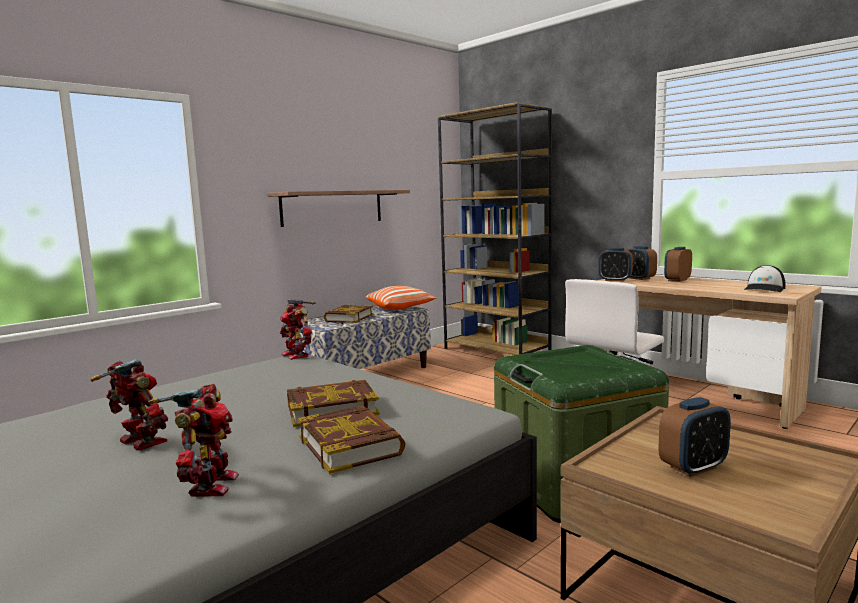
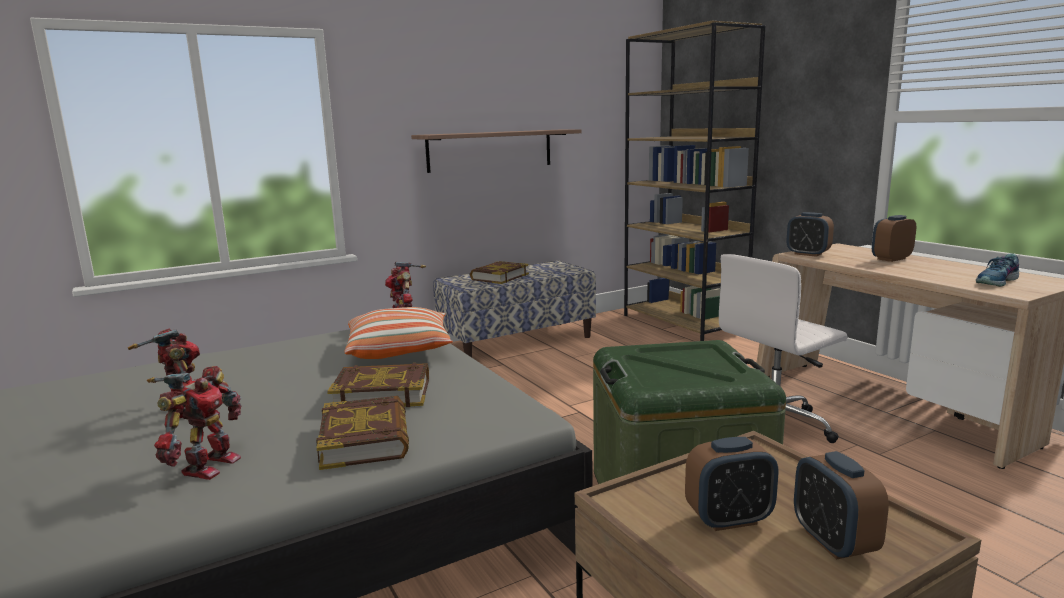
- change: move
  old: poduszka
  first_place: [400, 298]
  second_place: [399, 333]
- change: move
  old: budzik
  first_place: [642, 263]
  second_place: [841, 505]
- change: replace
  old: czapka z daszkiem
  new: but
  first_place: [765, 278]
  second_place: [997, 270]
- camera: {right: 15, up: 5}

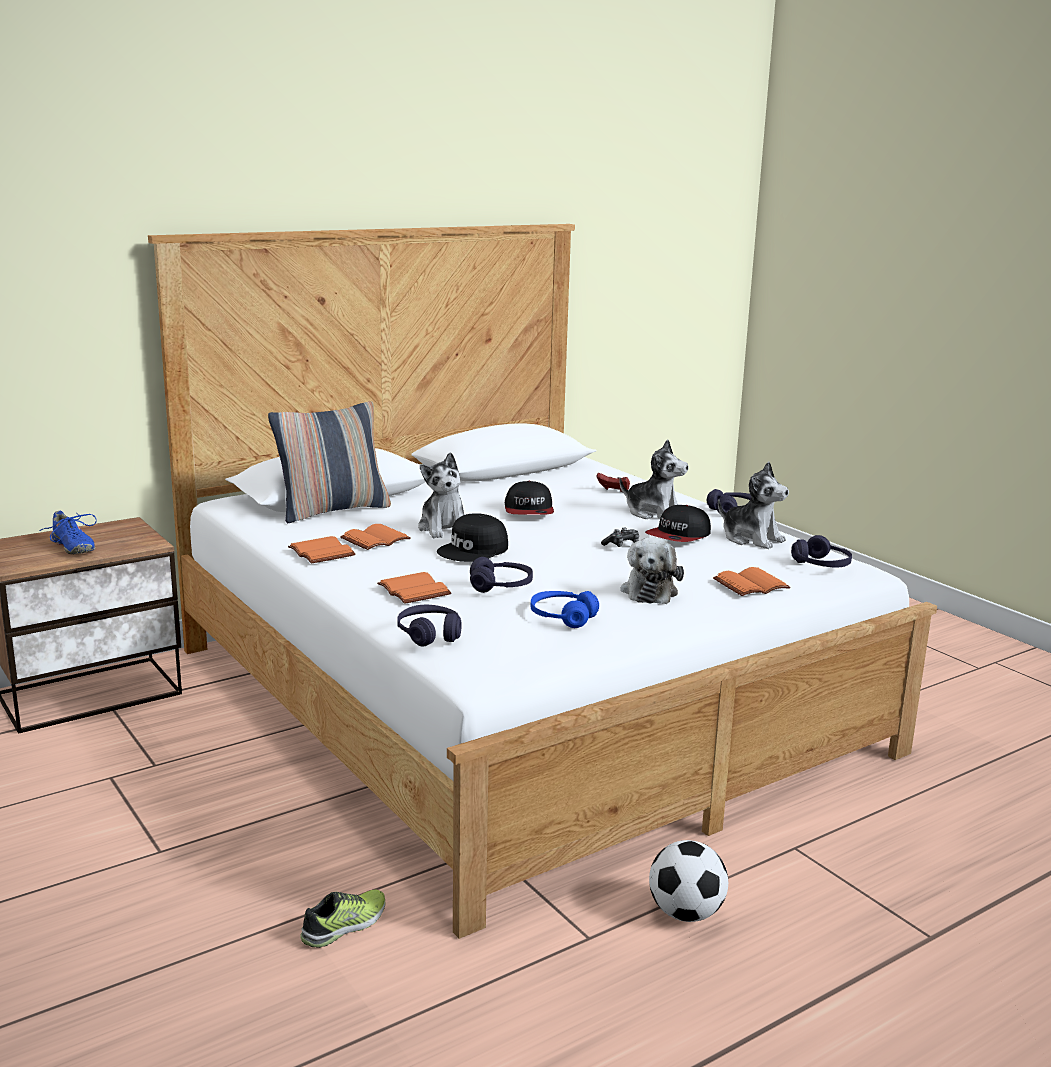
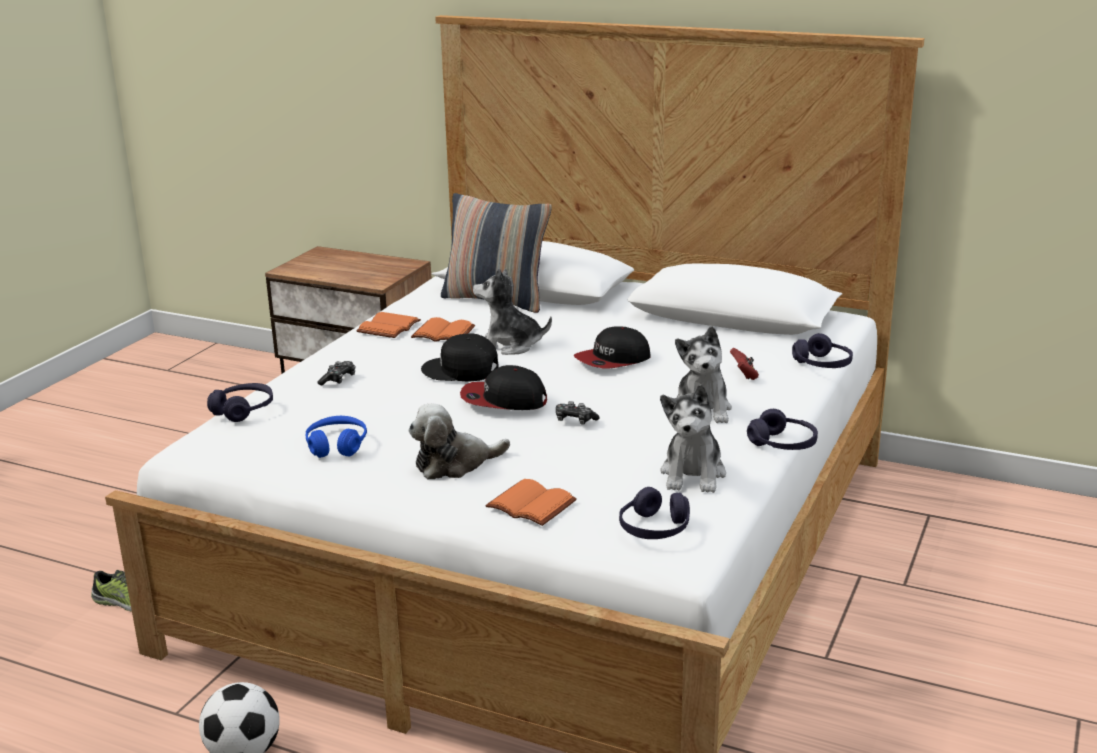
- change: delete
  old: but [niebieski]
  first_place: [68, 532]
- change: move
  old: słuchawki [fioletowy]
  first_place: [501, 575]
  second_place: [822, 350]
- change: move
  old: czapka z daszkiem
  first_place: [678, 523]
  second_place: [503, 387]
- change: replace
  old: książka [pomarańczowy]
  new: pad do gier
  first_place: [414, 588]
  second_place: [337, 373]
- change: rotate
  old: pluszak
  first_place: [441, 495]
  second_place: [512, 311]
  degrees: 60
- camera: {right: 60, up: 5}

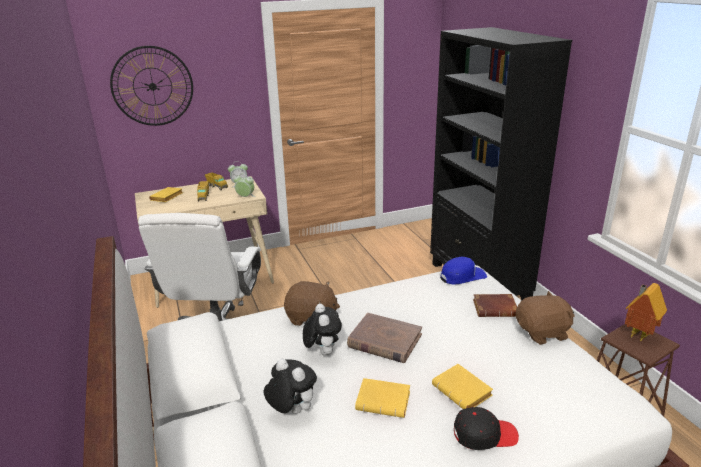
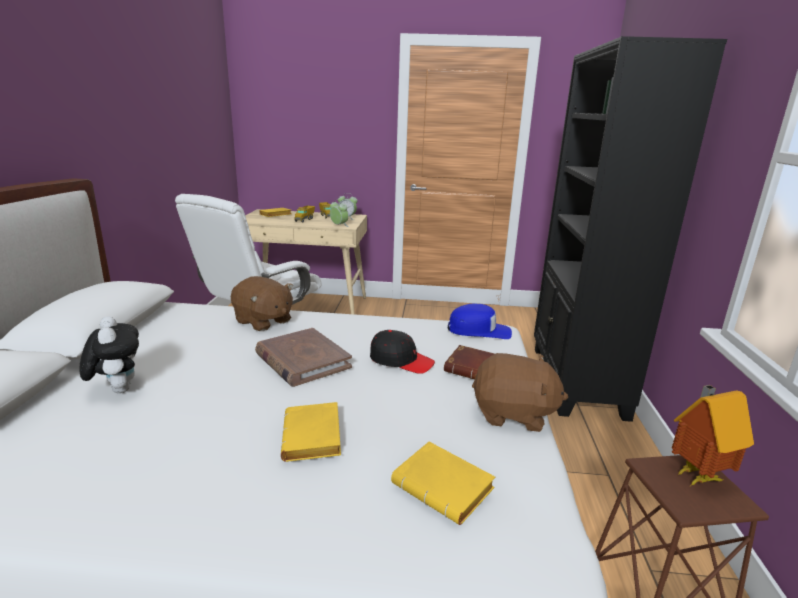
- change: delete
  old: zegar ścienny
  first_place: [151, 86]
- change: delete
  old: pluszak
  first_place: [322, 330]
- change: move
  old: książka [żółty]
  first_place: [382, 398]
  second_place: [443, 483]
- change: move
  old: czapka z daszkiem [czarny]
  first_place: [486, 428]
  second_place: [402, 352]
- camera: {right: 25, up: -5}

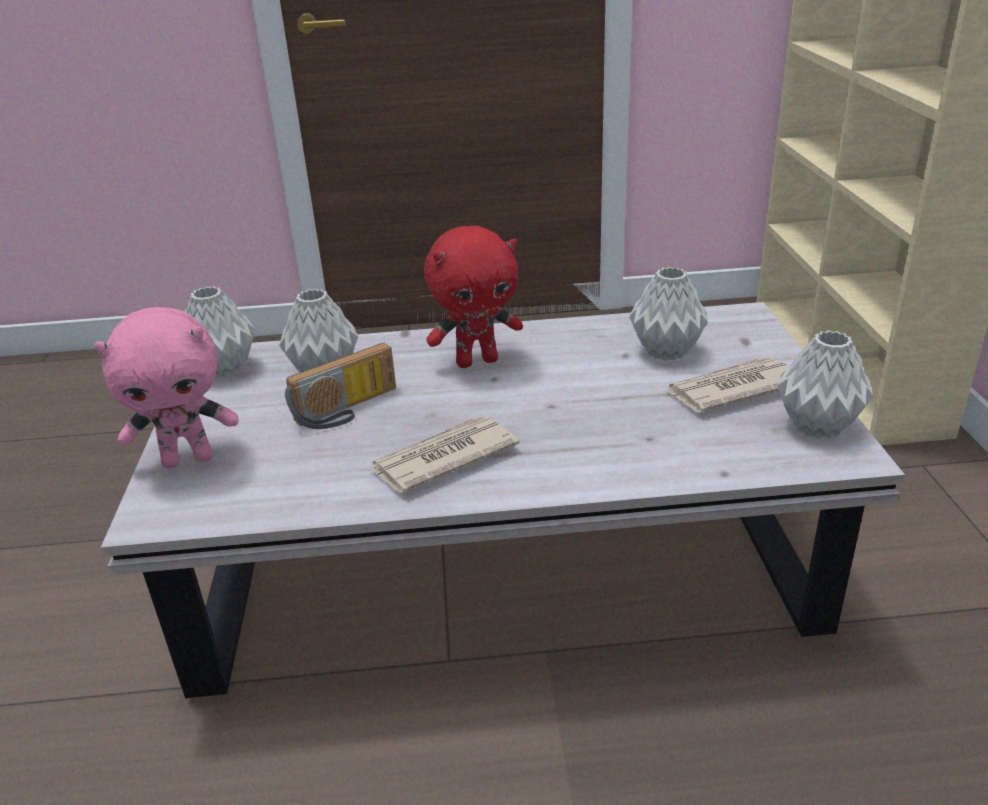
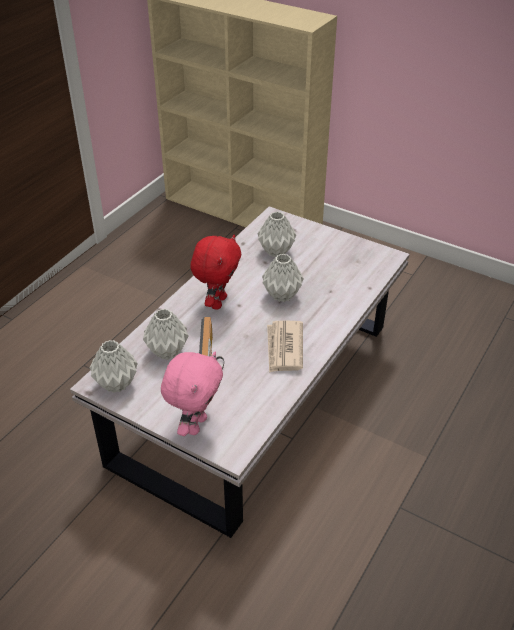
- change: delete
  old: gazeta
  first_place: [727, 384]
- change: move
  old: wazon [szary]
  first_place: [825, 384]
  second_place: [283, 278]
- camera: {right: -55, up: 10}

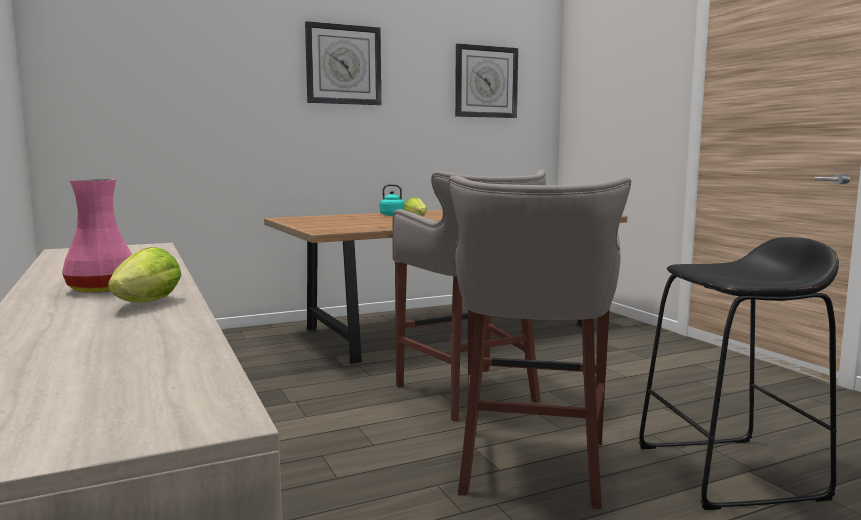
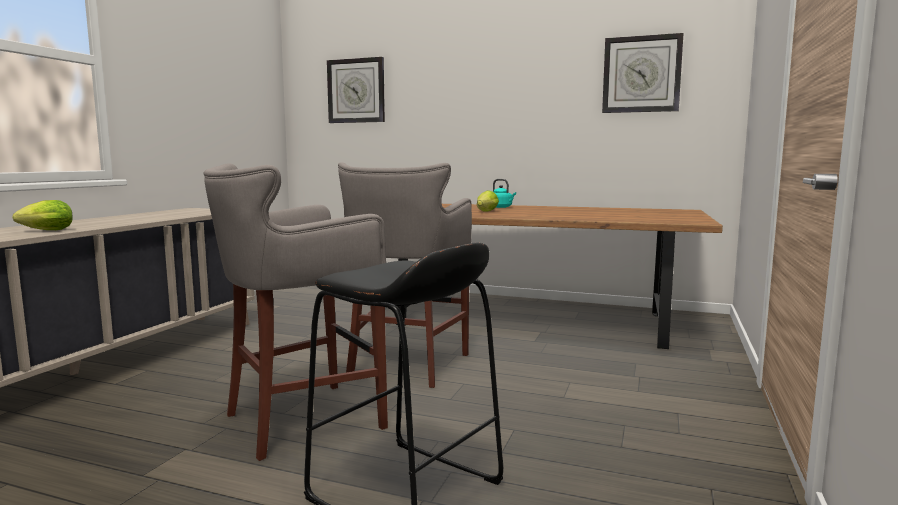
- change: delete
  old: wazon [różowy]
  first_place: [97, 236]
- change: move
  old: zegar ścienny
  first_place: [343, 63]
  second_place: [356, 90]
- camera: {right: 45, up: 0}

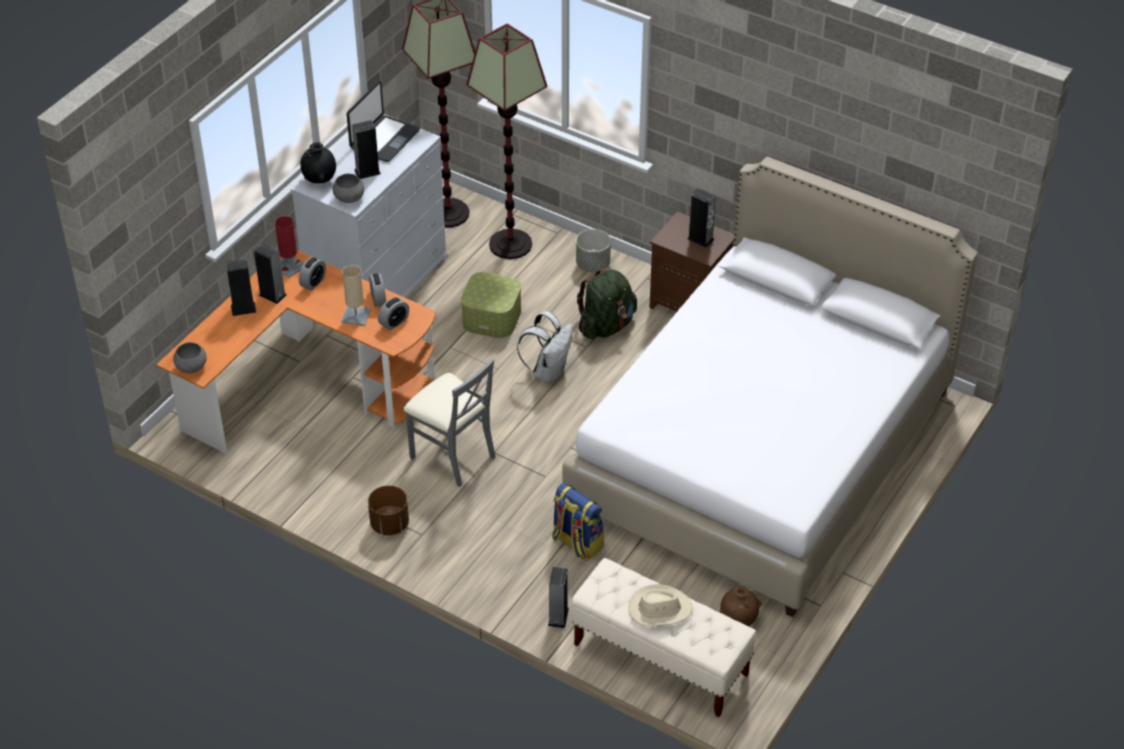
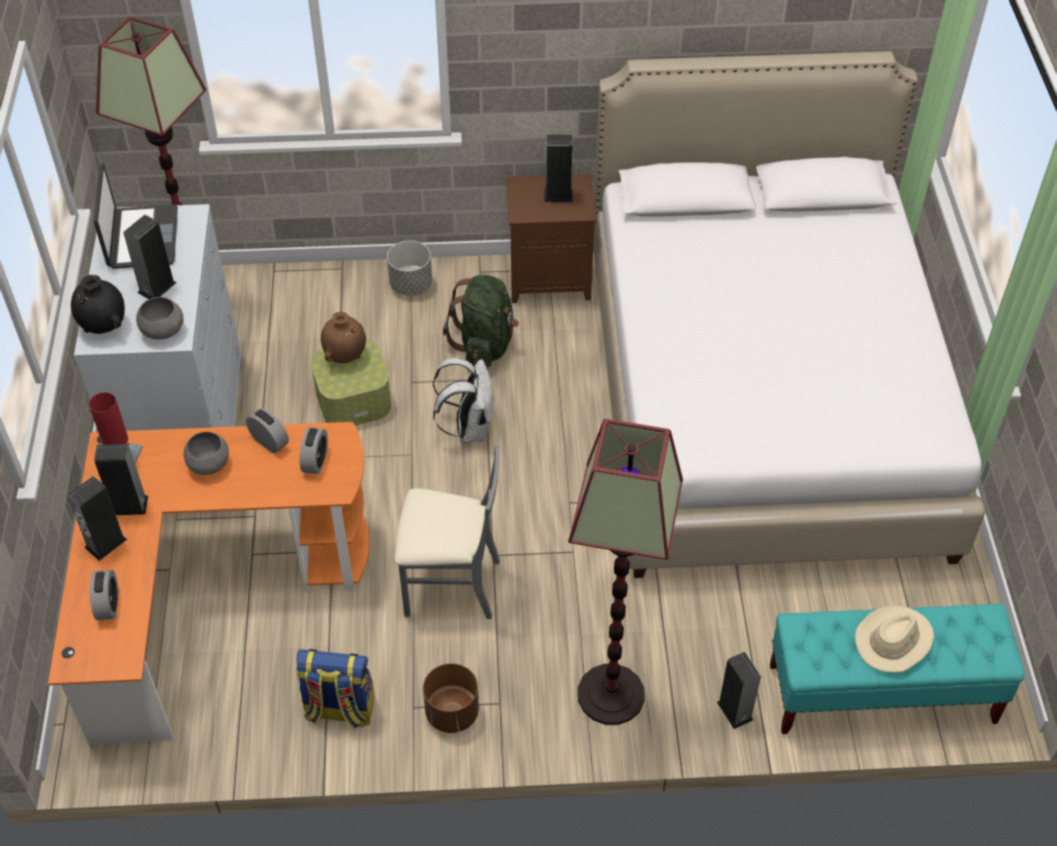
- change: delete
  old: lampa stołowa [beżowy]
  first_place: [356, 295]
- change: move
  old: miska [szary]
  first_place: [190, 357]
  second_place: [206, 453]
- change: move
  old: budzik
  first_place: [312, 274]
  second_place: [104, 595]
- change: move
  old: lampa stojąca
  first_place: [506, 141]
  second_place: [625, 572]
- change: move
  old: plecak
  first_place: [578, 522]
  second_place: [335, 689]
- change: move
  old: wazon [brązowy]
  first_place: [741, 605]
  second_place: [343, 337]
- change: recolor
  old: ławka [beżowy]
  new: ławka [turkusowy]
  first_place: [664, 637]
  second_place: [897, 669]
- camera: {right: -35, up: 5}

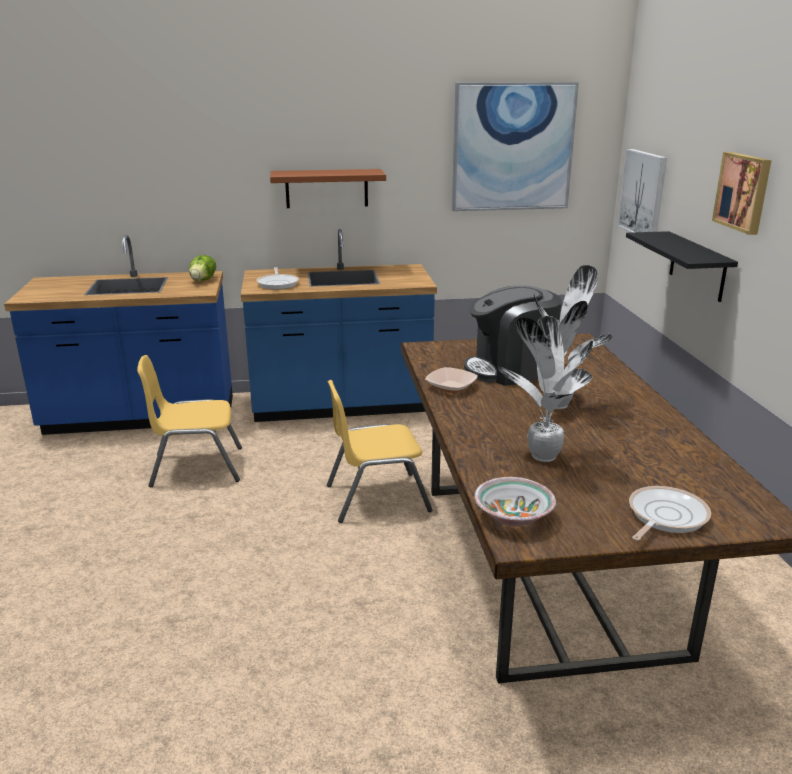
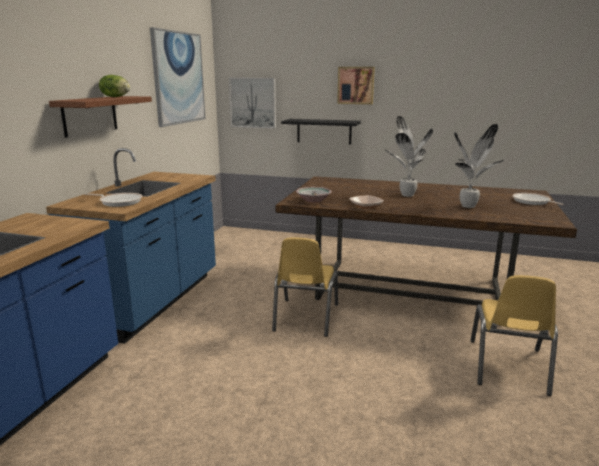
- change: delete
  old: ekspres do kawy
  first_place: [513, 335]
- change: move
  old: krzesło [żółty]
  first_place: [189, 421]
  second_place: [514, 335]
- change: move
  old: sałata
  first_place: [202, 268]
  second_place: [114, 86]
- change: move
  old: miska
  first_place: [515, 501]
  second_place: [314, 195]
- camera: {right: -65, up: -5}

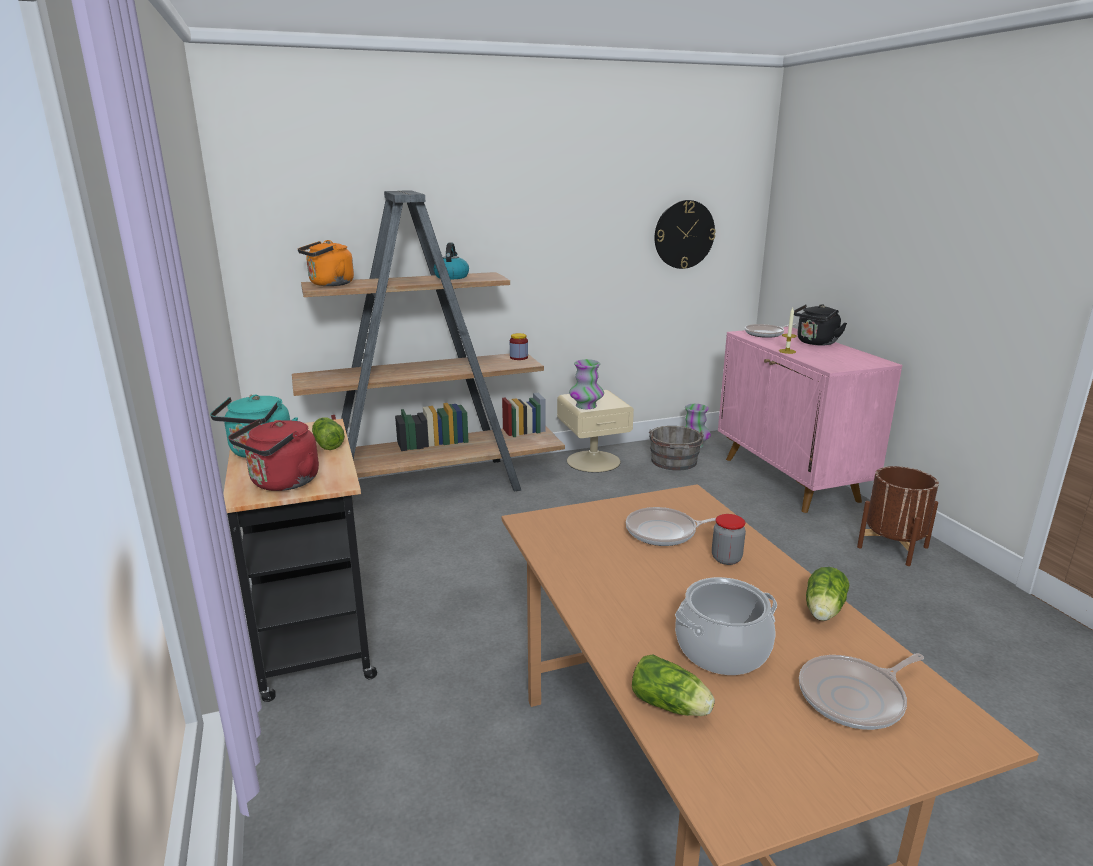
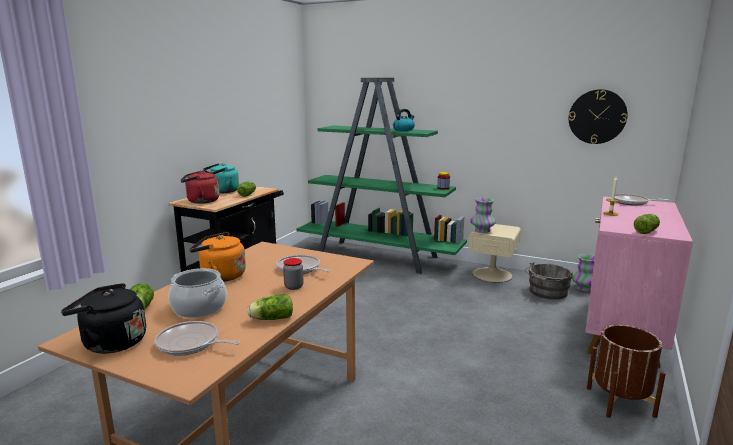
- change: insert
  new: sałata
  second_place: [647, 224]
- change: move
  old: czajnik [pomarańczowy]
  first_place: [326, 263]
  second_place: [217, 257]
- change: move
  old: czajnik [czarny]
  first_place: [820, 324]
  second_place: [103, 318]
- change: recolor
  old: regał [brązowy]
  new: regał [zielony]
  first_place: [427, 340]
  second_place: [381, 176]
- camera: {right: 45, up: -5}

